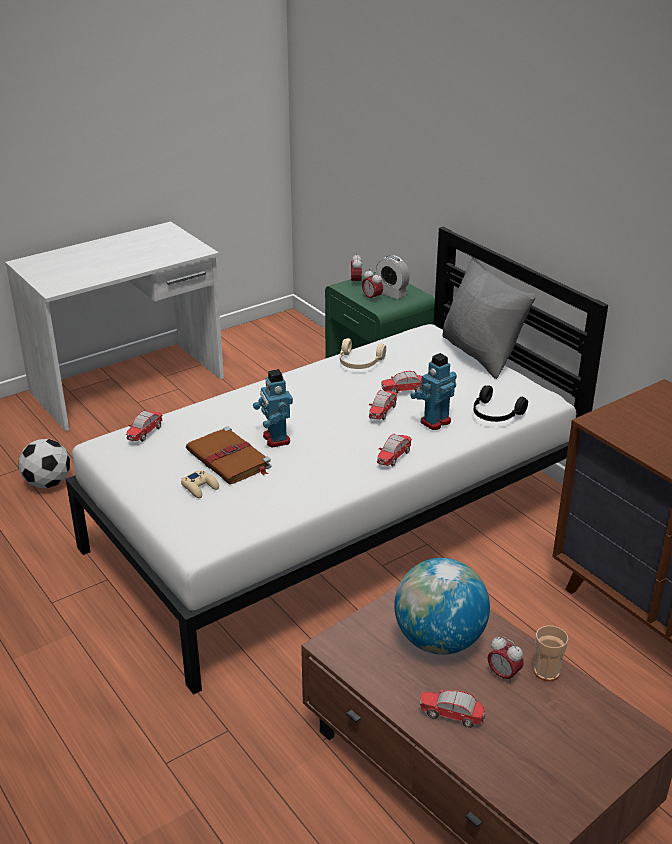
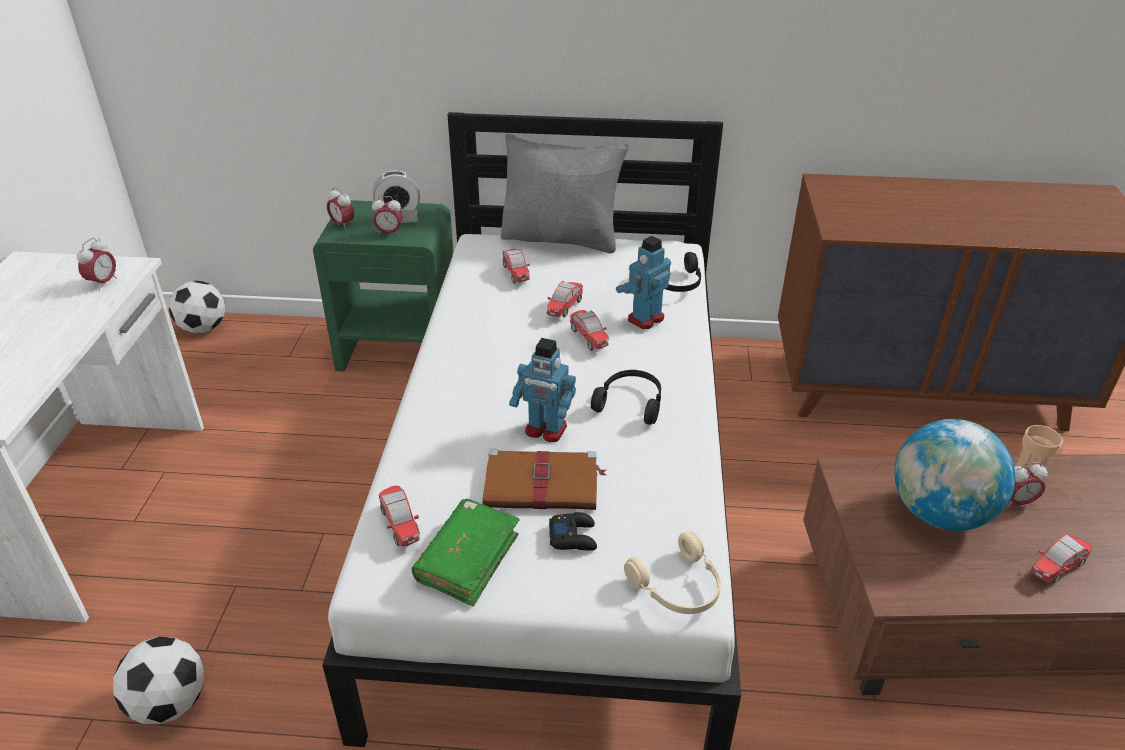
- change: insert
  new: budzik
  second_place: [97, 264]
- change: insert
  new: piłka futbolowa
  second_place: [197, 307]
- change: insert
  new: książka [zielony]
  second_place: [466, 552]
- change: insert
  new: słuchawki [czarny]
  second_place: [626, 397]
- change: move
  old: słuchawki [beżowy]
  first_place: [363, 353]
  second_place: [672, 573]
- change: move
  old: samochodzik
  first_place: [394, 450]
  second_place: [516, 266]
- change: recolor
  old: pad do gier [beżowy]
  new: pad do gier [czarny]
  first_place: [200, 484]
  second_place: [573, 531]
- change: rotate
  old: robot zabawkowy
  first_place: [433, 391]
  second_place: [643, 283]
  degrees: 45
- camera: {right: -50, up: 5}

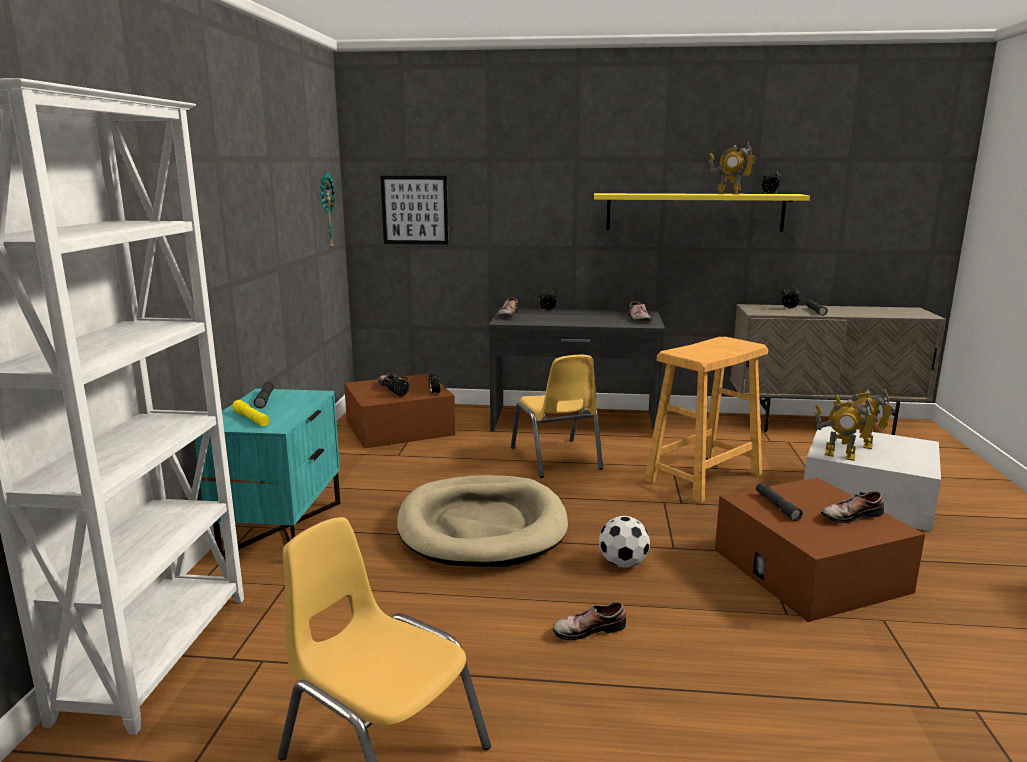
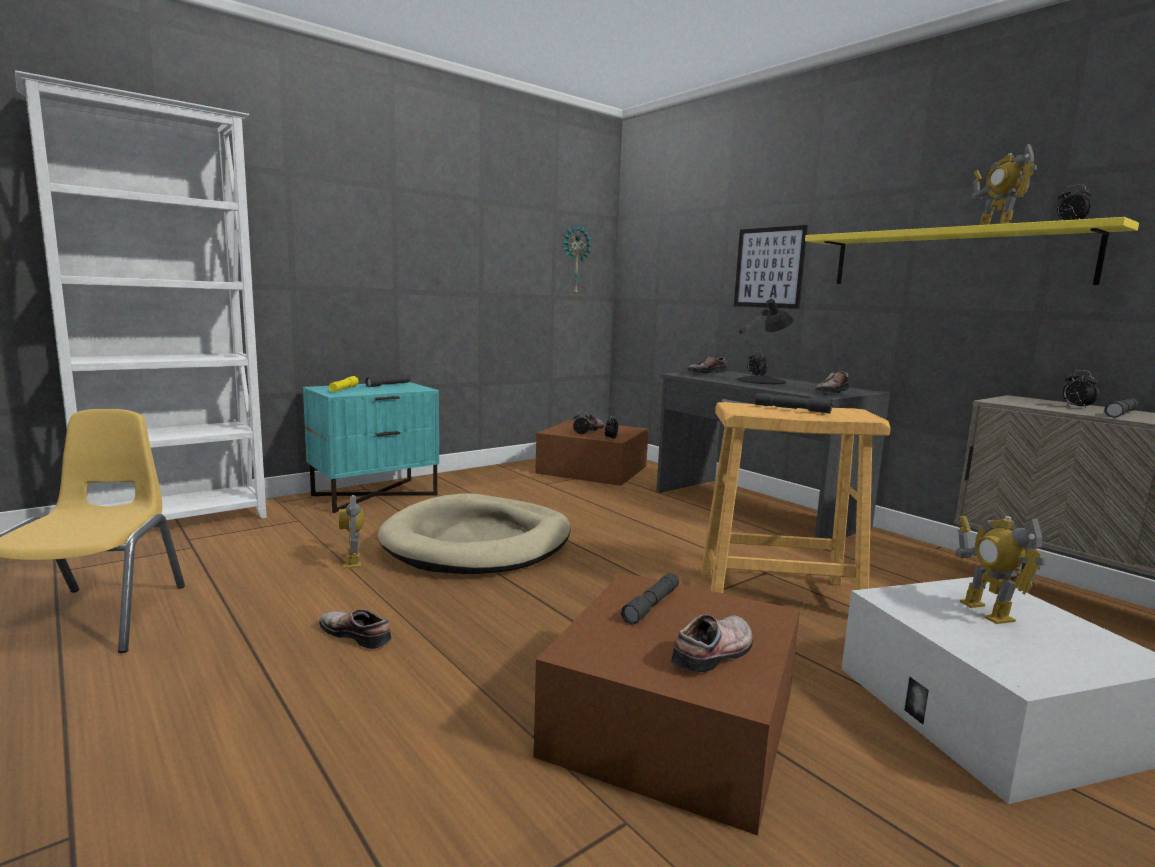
- change: delete
  old: krzesło [żółty]
  first_place: [557, 416]
- change: delete
  old: piłka futbolowa
  first_place: [624, 542]
- change: insert
  new: lampa stołowa [czarny]
  second_place: [765, 341]
- change: insert
  new: latarka [szary]
  second_place: [794, 403]
- change: move
  old: obraz
  first_place: [414, 210]
  second_place: [771, 267]
- change: move
  old: robot zabawkowy
  first_place: [846, 430]
  second_place: [351, 532]
- change: rotate
  old: but
  first_place: [852, 507]
  second_place: [712, 643]
  degrees: 105
- camera: {right: 45, up: -5}

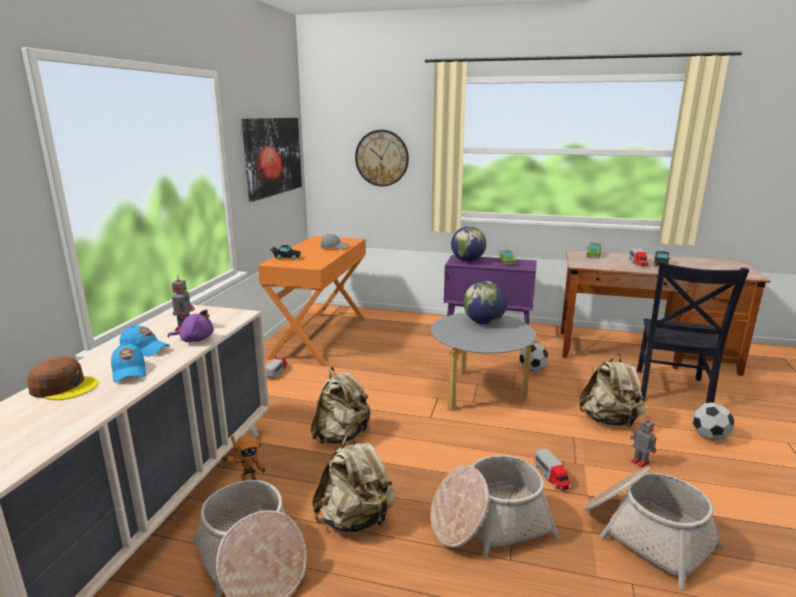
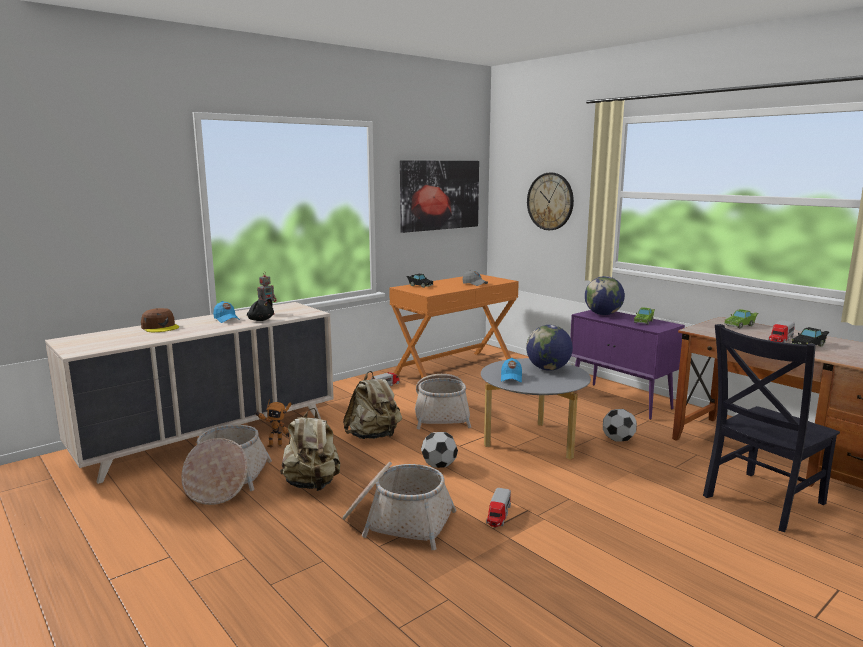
- change: delete
  old: plecak [beżowy]
  first_place: [612, 390]
- change: delete
  old: robot zabawkowy
  first_place: [643, 442]
- change: move
  old: czapka z daszkiem [niebieski]
  first_place: [128, 362]
  second_place: [511, 370]
- change: move
  old: koszyk
  first_place: [652, 528]
  second_place: [443, 402]
- change: move
  old: piłka futbolowa
  first_place: [713, 421]
  second_place: [439, 450]
- change: recolor
  old: pluszak [fioletowy]
  new: pluszak [czarny]
  first_place: [191, 325]
  second_place: [260, 310]
- camera: {right: 35, up: -5}

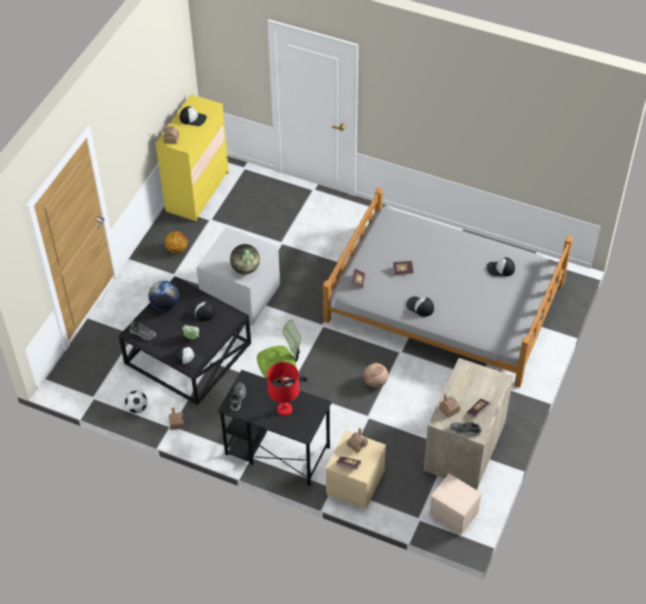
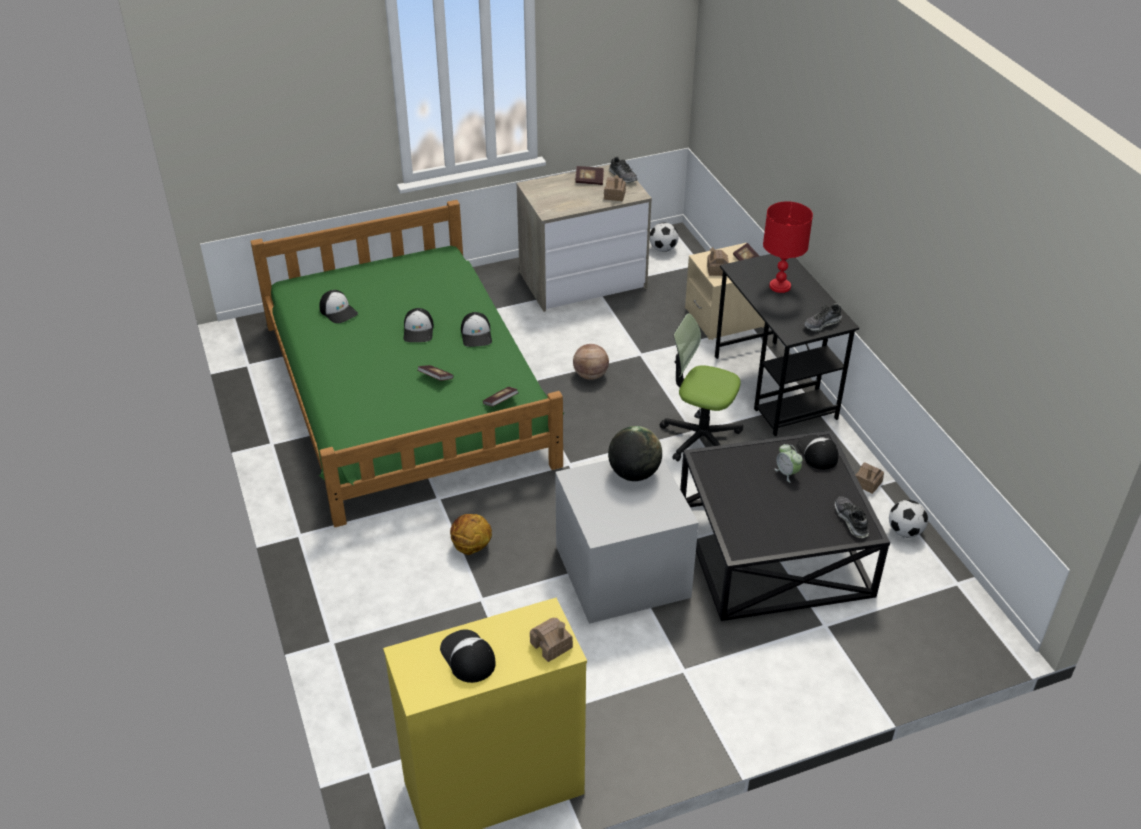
- change: delete
  old: globus
  first_place: [164, 296]
- change: move
  old: piłka do koszykówki
  first_place: [176, 242]
  second_place: [471, 534]
- change: move
  old: czapka z daszkiem
  first_place: [201, 310]
  second_place: [419, 325]
- change: replace
  old: pojemnik do przechowywania [beżowy]
  new: piłka futbolowa
  first_place: [455, 504]
  second_place: [664, 237]
- change: recolor
  old: łóżko [szary]
  new: łóżko [zielony]
  first_place: [448, 288]
  second_place: [407, 363]
- camera: {right: -135, up: -10}

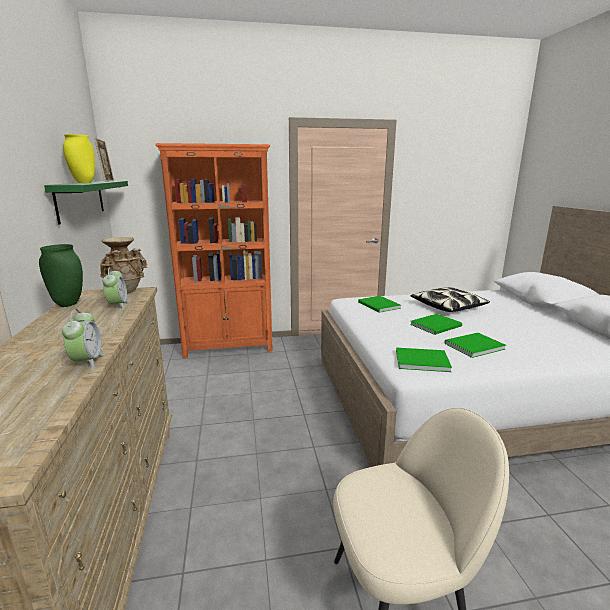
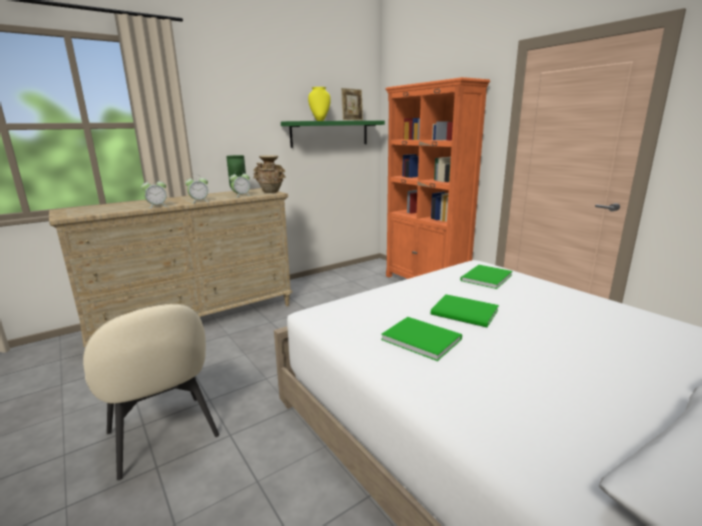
- change: delete
  old: książka [zielony]
  first_place: [424, 360]
- change: delete
  old: poduszka
  first_place: [450, 299]
- change: insert
  new: budzik
  second_place: [197, 189]
- camera: {right: 65, up: 0}

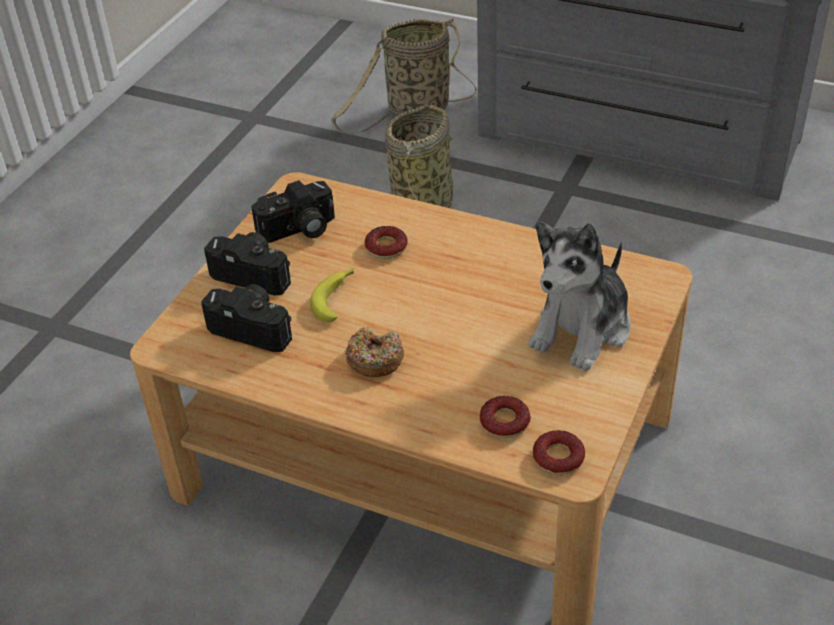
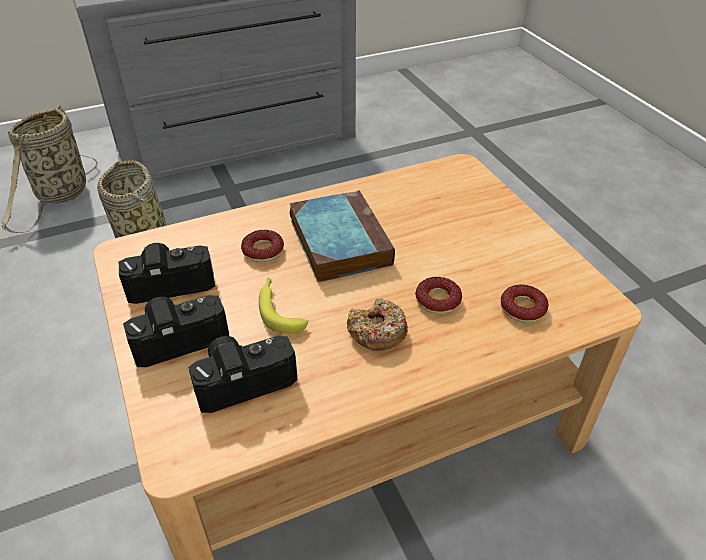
- change: delete
  old: pluszak
  first_place: [579, 296]
- change: insert
  new: książka
  second_place: [342, 236]
- change: move
  old: donut
  first_place: [559, 452]
  second_place: [438, 295]
- change: rotate
  old: aparat fotograficzny
  first_place: [293, 211]
  second_place: [167, 273]
  degrees: -120
- camera: {right: -50, up: 0}

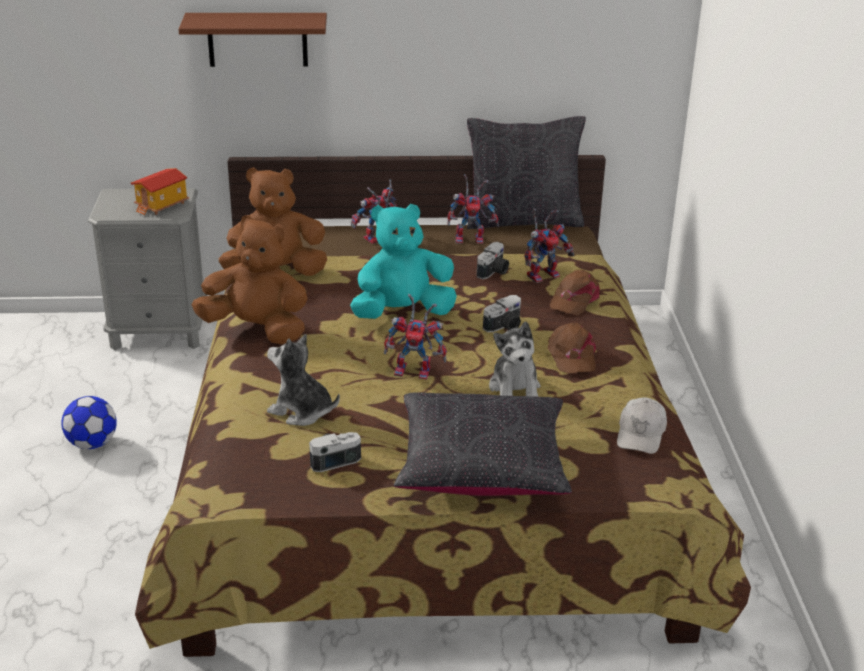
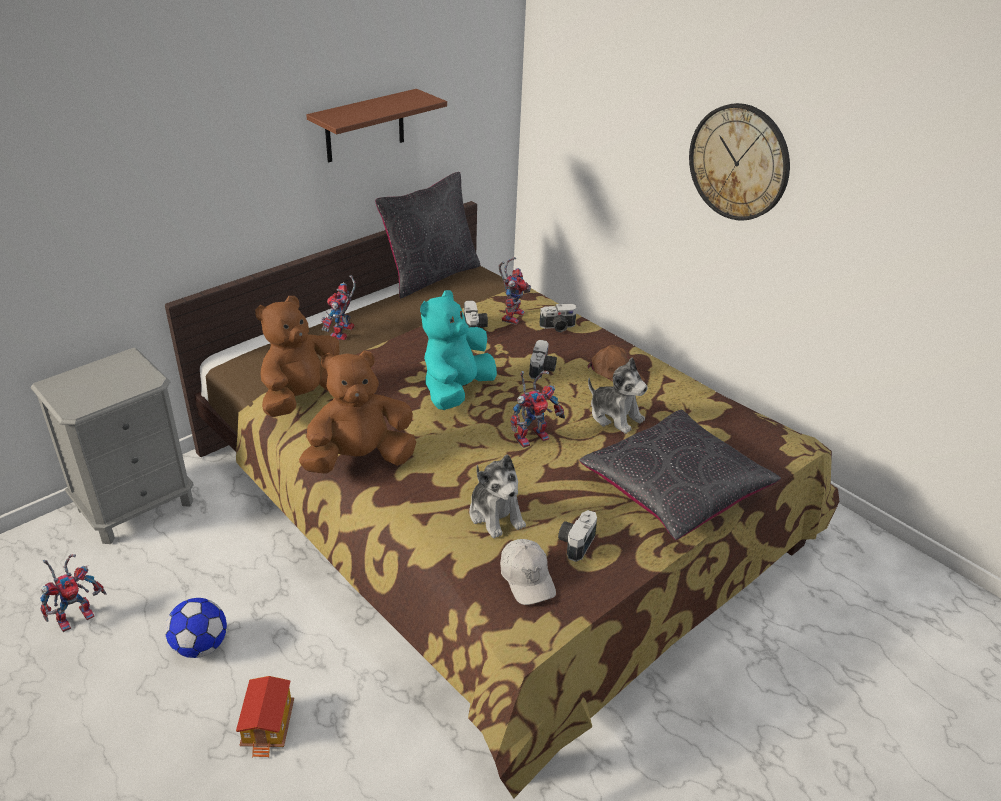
- change: insert
  new: zegar ścienny
  second_place: [739, 162]
- change: move
  old: domek
  first_place: [160, 192]
  second_place: [265, 717]
- change: move
  old: półka [brązowy]
  first_place: [253, 40]
  second_place: [376, 125]
- change: move
  old: robot zabawkowy
  first_place: [473, 209]
  second_place: [73, 593]
- change: move
  old: czapka z daszkiem [biały]
  first_place: [642, 426]
  second_place: [528, 572]
- change: replace
  old: czapka z daszkiem [brązowy]
  new: aparat fotograficzny
  first_place: [574, 292]
  second_place: [558, 318]
- change: rotate
  old: pluszak
  first_place: [303, 380]
  second_place: [497, 496]
  degrees: -105
- camera: {right: -40, up: 5}

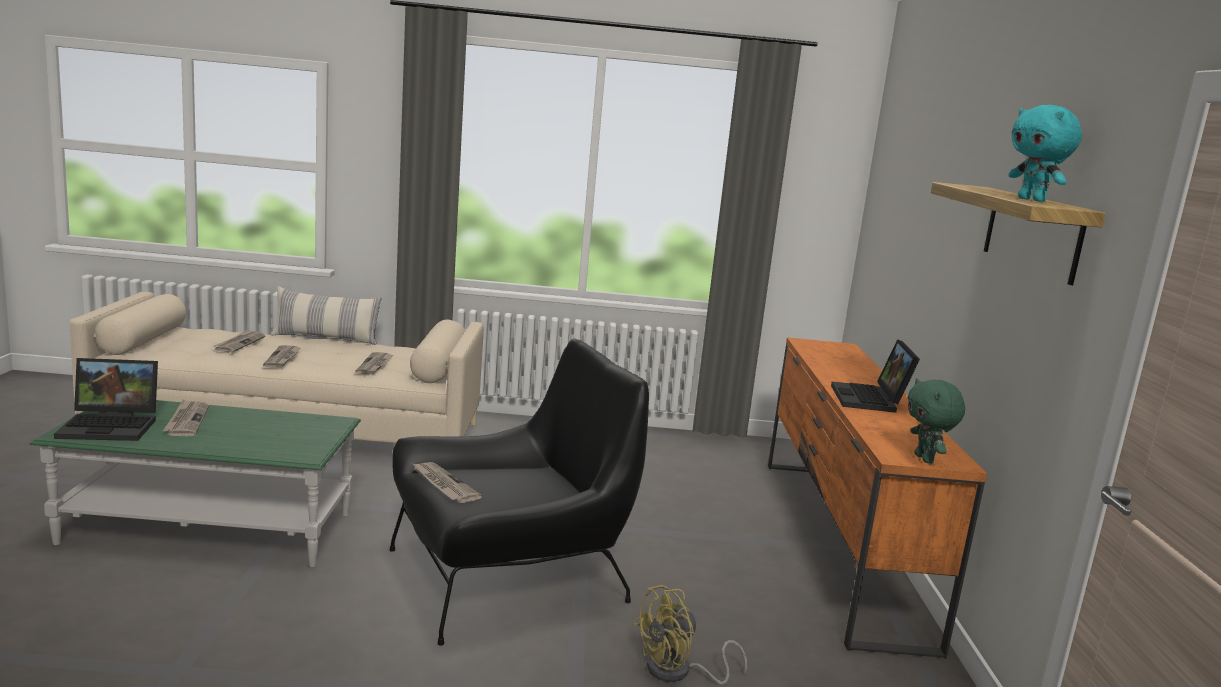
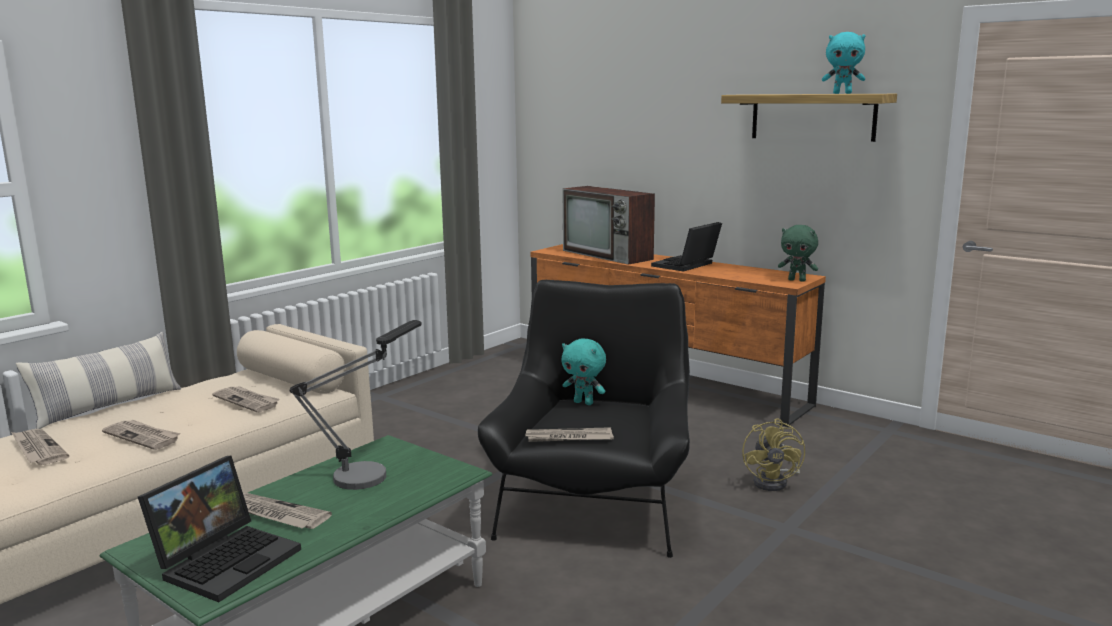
- change: insert
  new: lampa stołowa
  second_place: [356, 405]
- change: insert
  new: telewizor
  second_place: [608, 225]
- change: insert
  new: pluszak [turkusowy]
  second_place: [584, 371]
- change: rotate
  old: laptop
  first_place: [875, 376]
  second_place: [686, 247]
  degrees: 90
- camera: {right: -50, up: 0}

